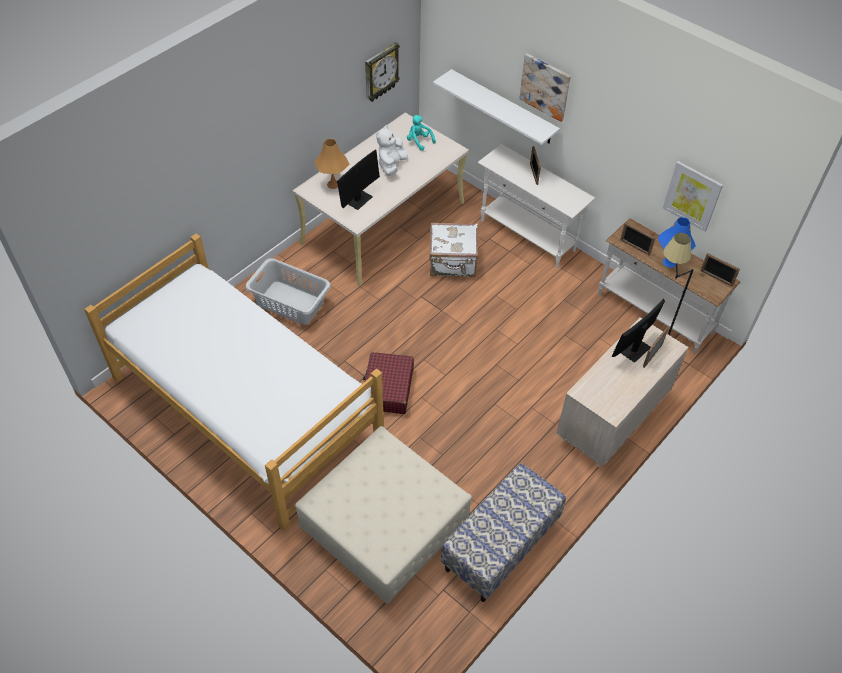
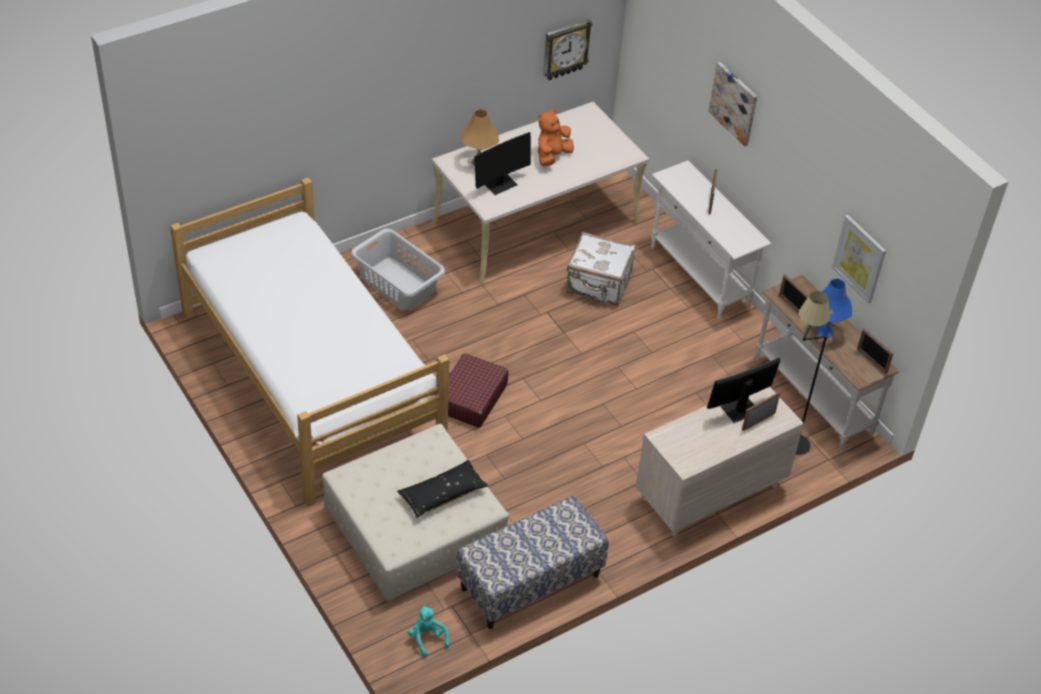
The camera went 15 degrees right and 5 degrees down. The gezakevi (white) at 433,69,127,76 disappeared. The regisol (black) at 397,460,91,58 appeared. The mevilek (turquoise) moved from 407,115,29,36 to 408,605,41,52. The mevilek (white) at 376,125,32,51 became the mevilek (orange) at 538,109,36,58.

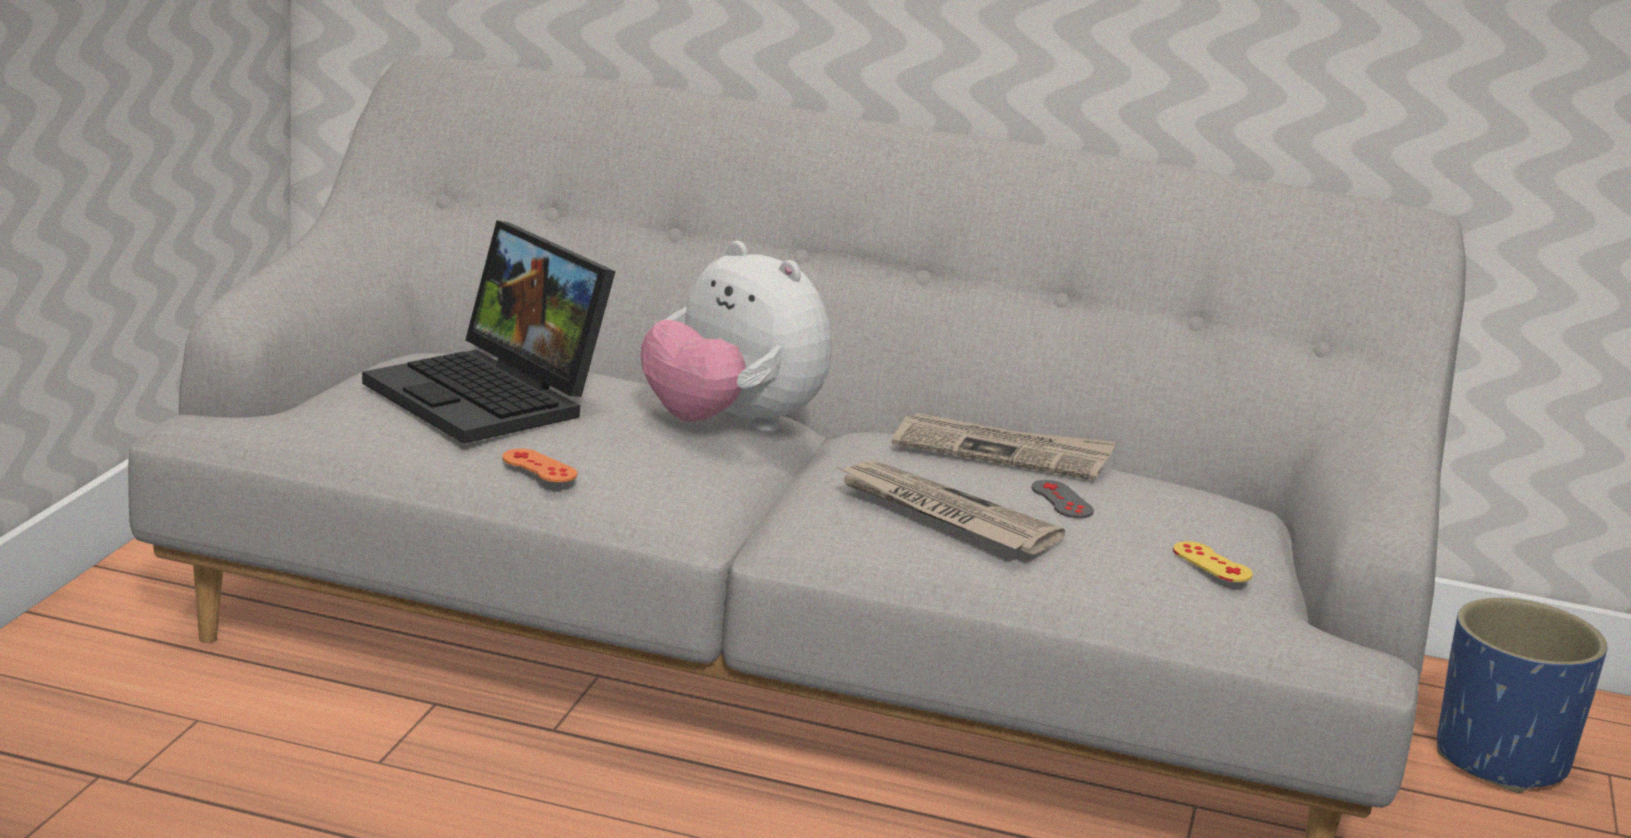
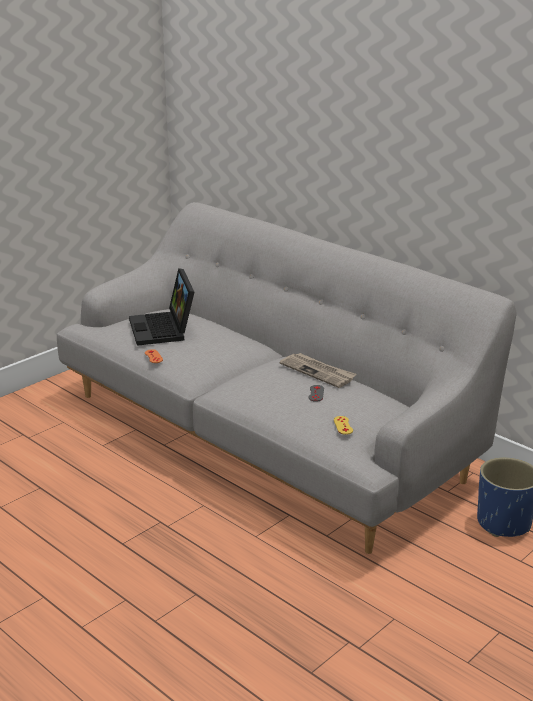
The camera went 30 degrees right and 5 degrees up. The mevilek at 641,241,191,191 disappeared. The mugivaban at 837,460,228,95 disappeared.

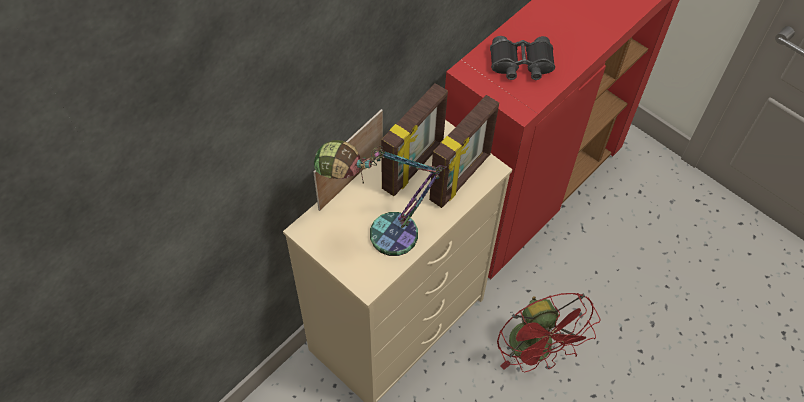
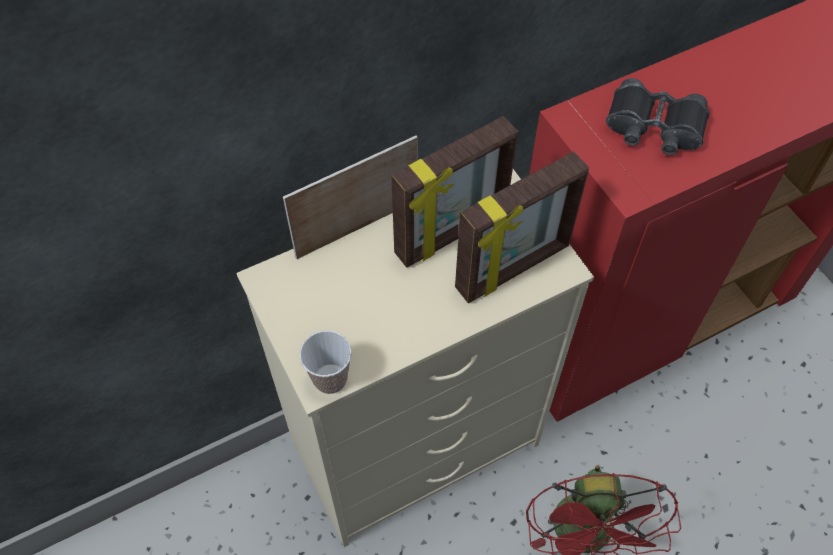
The camera went 20 degrees right and 0 degrees up. The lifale at 314,140,133,116 disappeared. The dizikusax at 299,330,53,64 appeared.

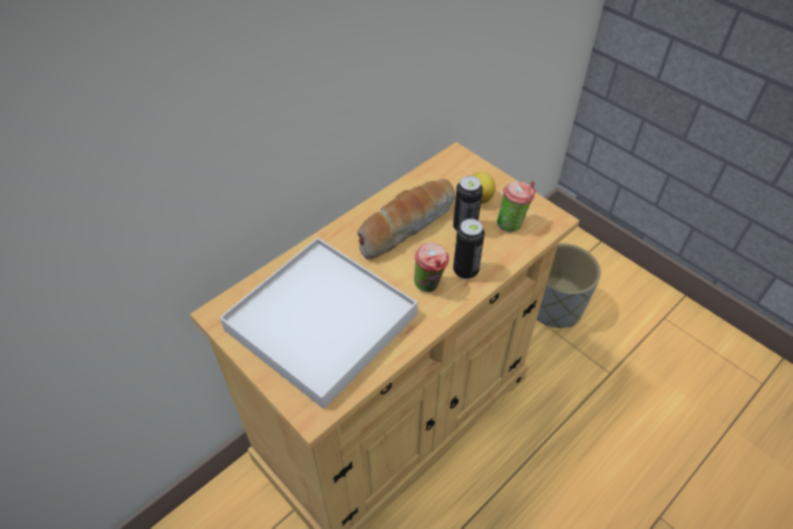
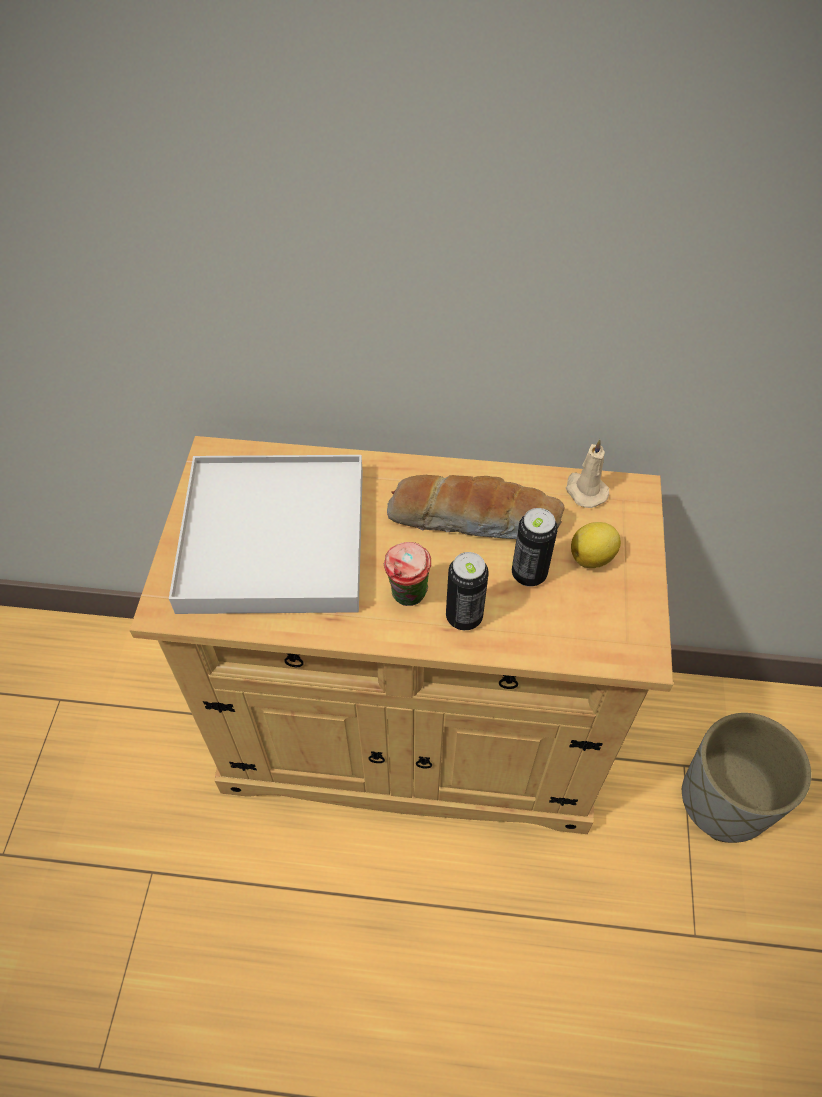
The camera went 50 degrees right and 5 degrees up. The dizikusax at 497,181,39,52 disappeared. The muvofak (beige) at 566,439,43,69 appeared.

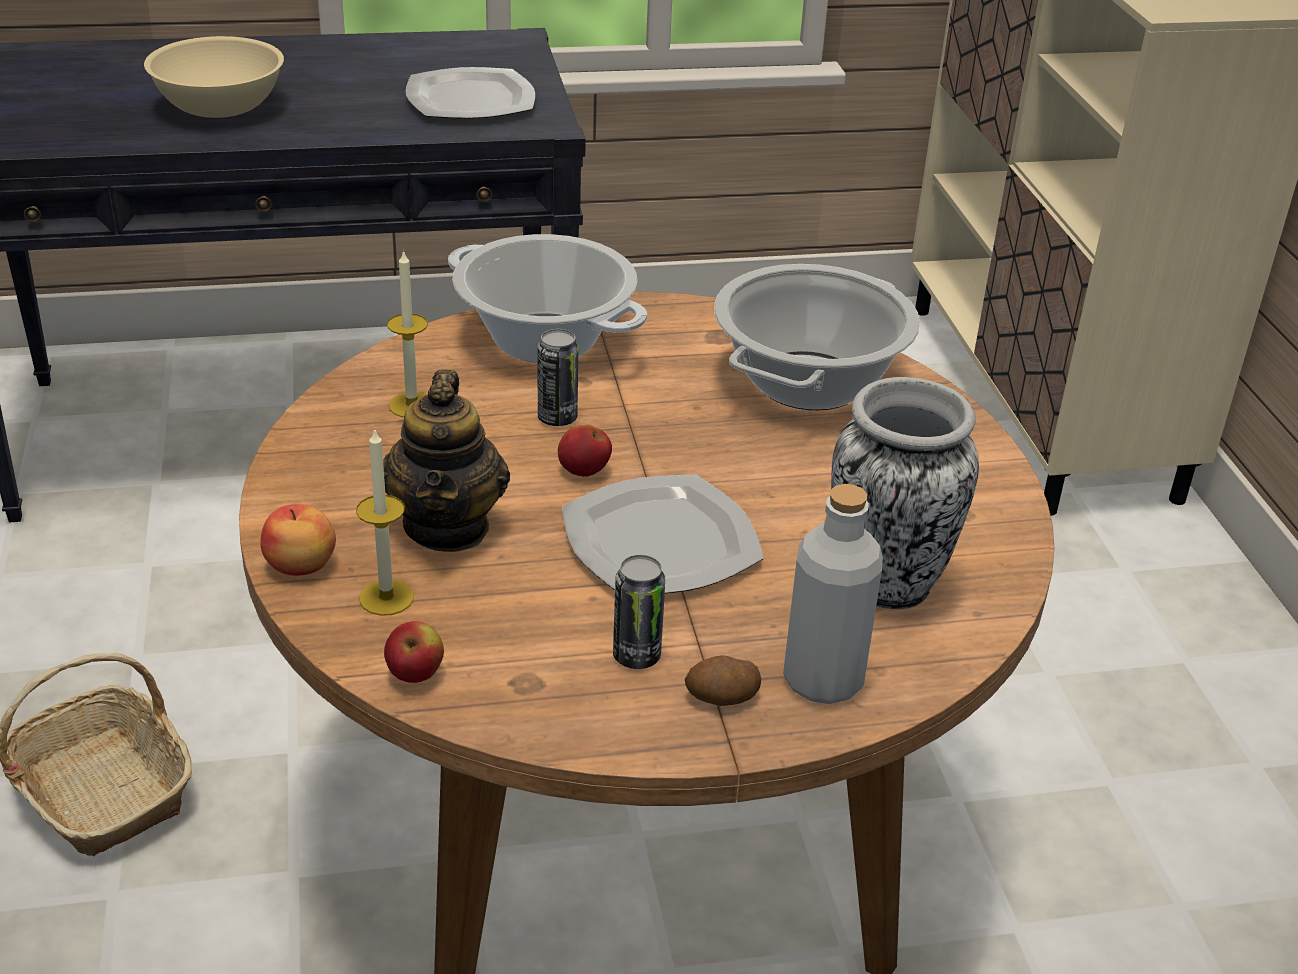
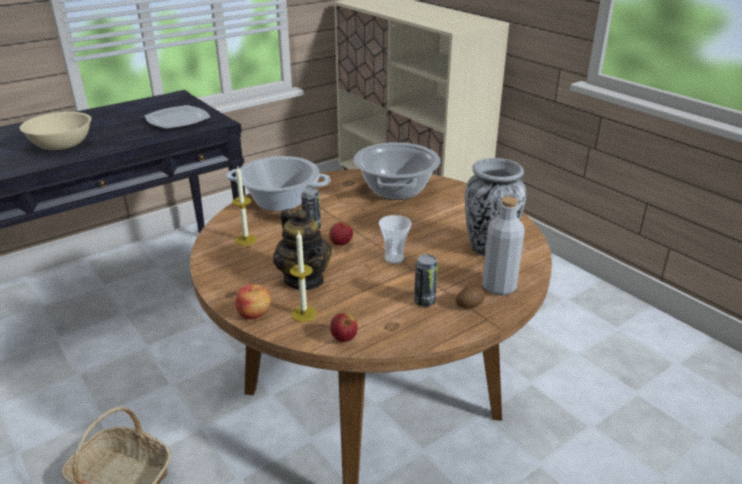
The camera went 25 degrees left and 5 degrees down. The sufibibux at 562,475,202,119 was replaced by the dizikusax at 379,215,33,49.

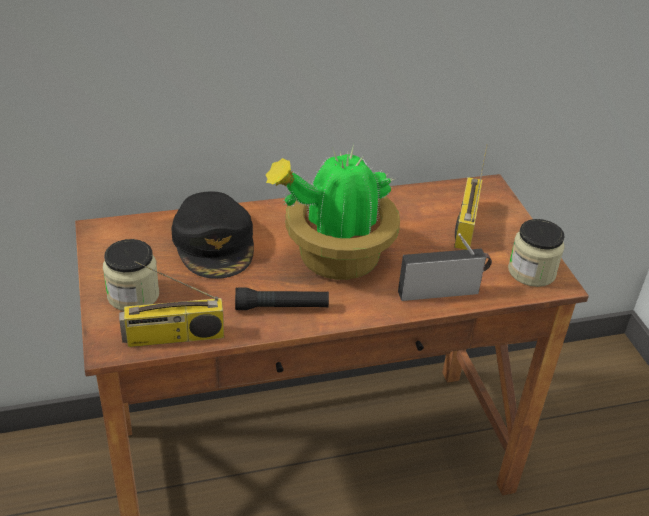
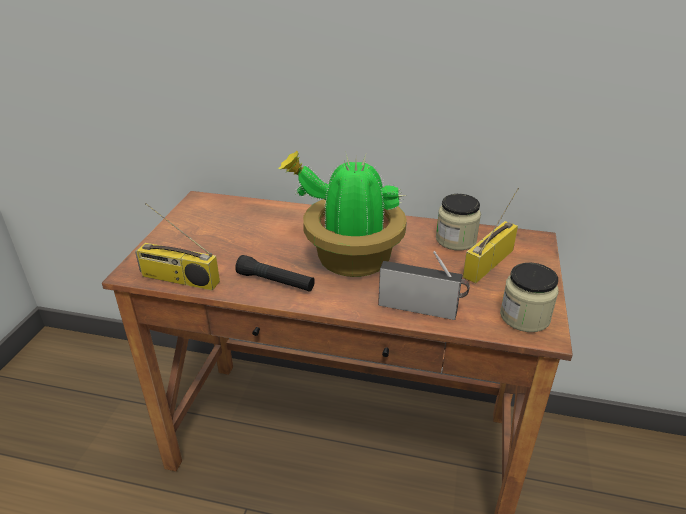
The camera went 30 degrees right and 5 degrees down. The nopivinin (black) at 172,192,82,87 disappeared. The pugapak moved from 103,239,56,72 to 436,194,45,57.

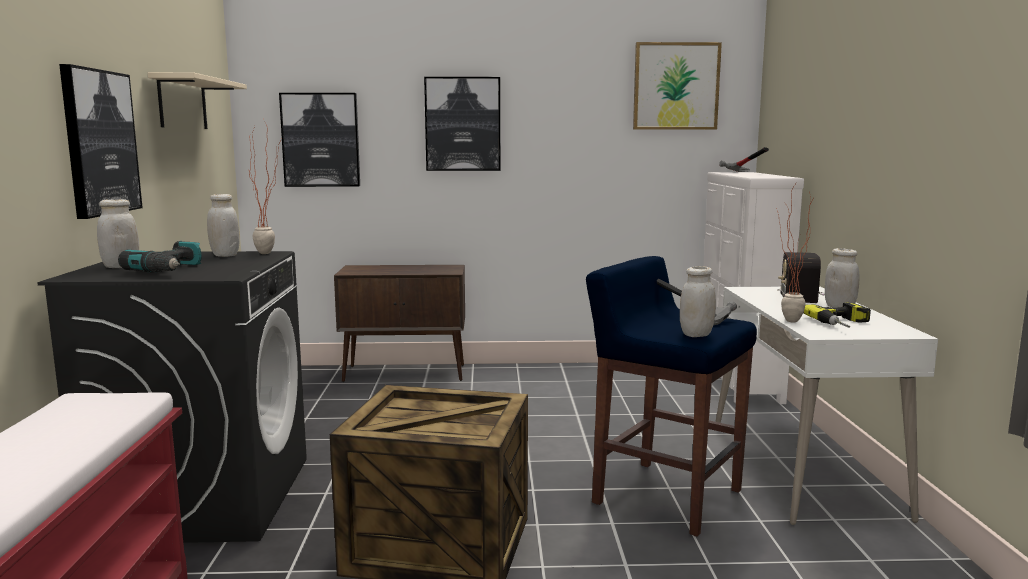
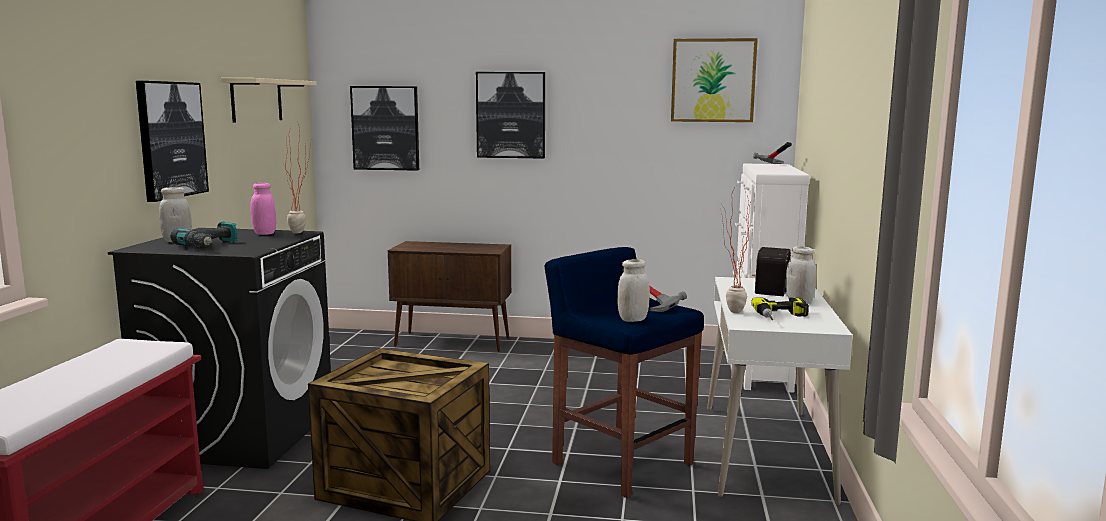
The camera went 10 degrees right and 0 degrees up. The pugapak (white) at 207,194,33,63 became the pugapak (pink) at 250,183,26,52.

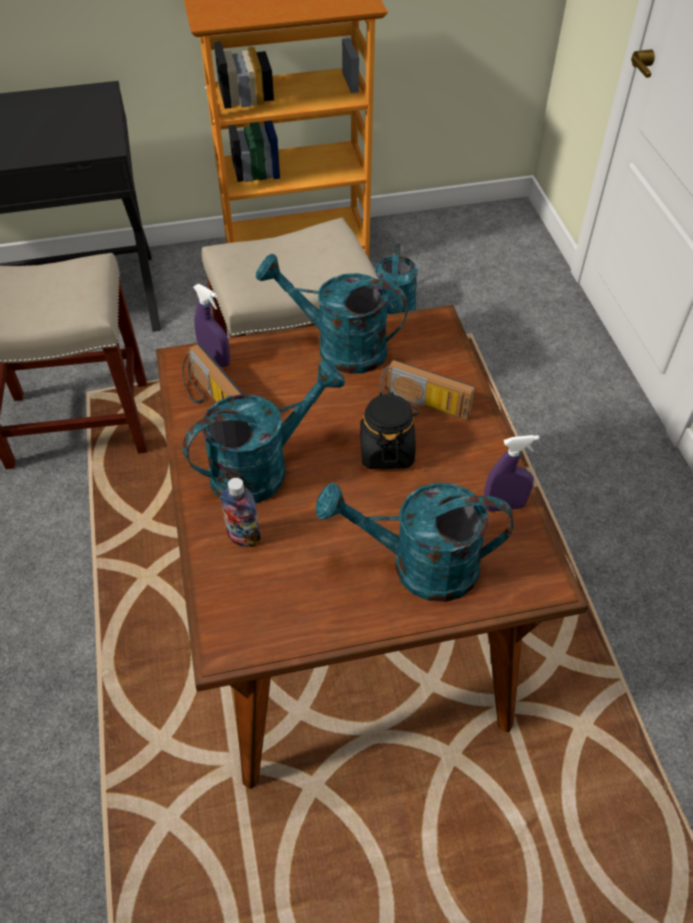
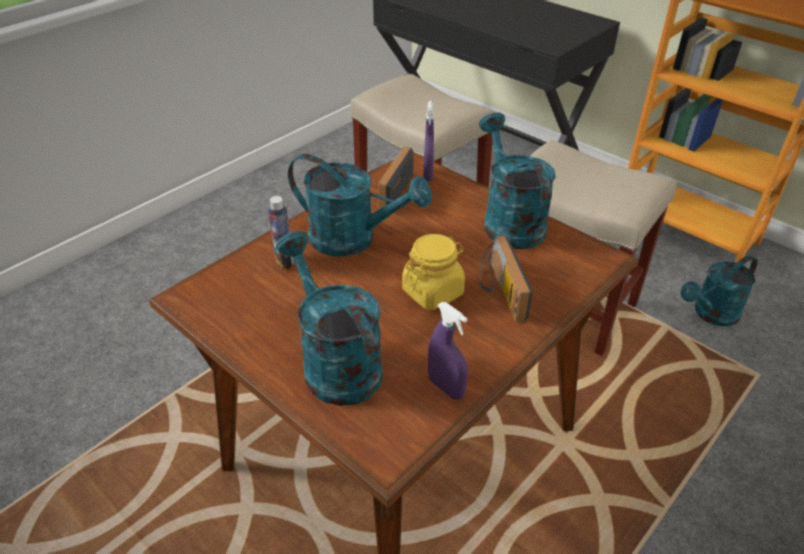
The camera went 55 degrees right and 10 degrees down. The pugapak (black) at 360,392,56,77 became the pugapak (yellow) at 402,234,63,76.

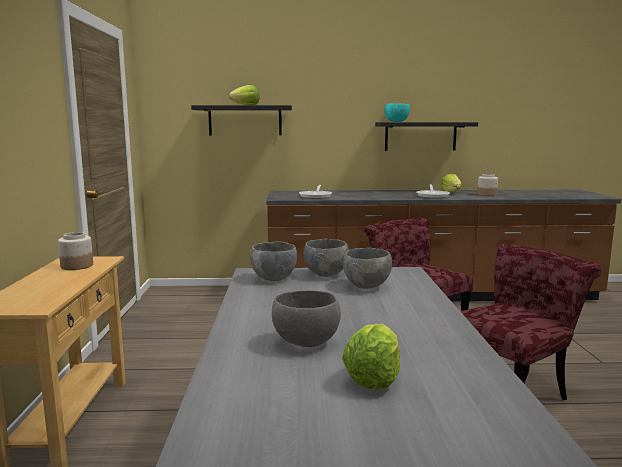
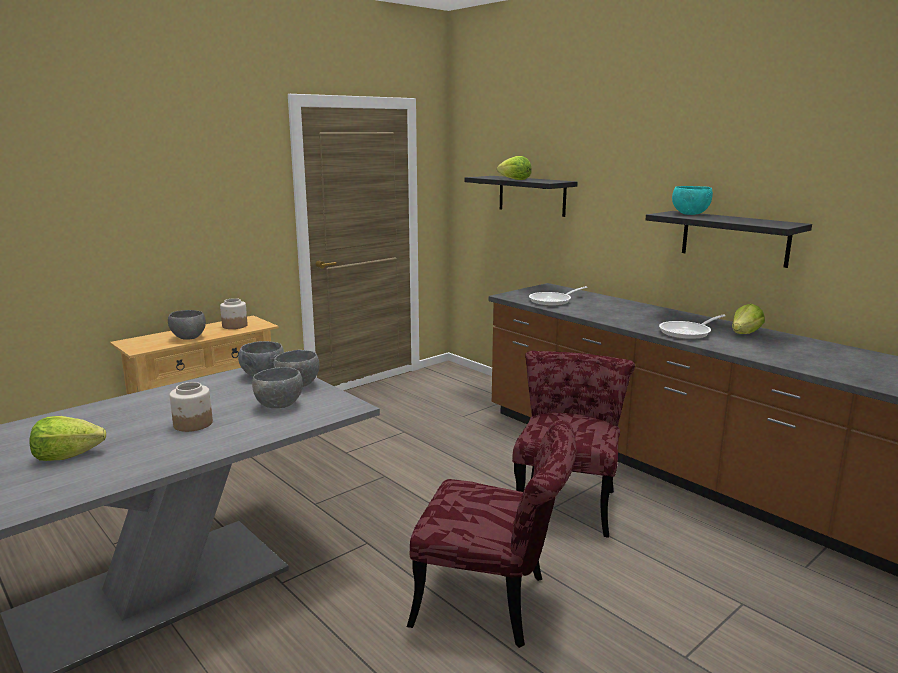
The camera went 50 degrees right and 5 degrees up. The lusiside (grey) moved from 272,290,69,57 to 168,310,38,30. The pugapak moved from 477,174,21,22 to 169,382,44,50.

